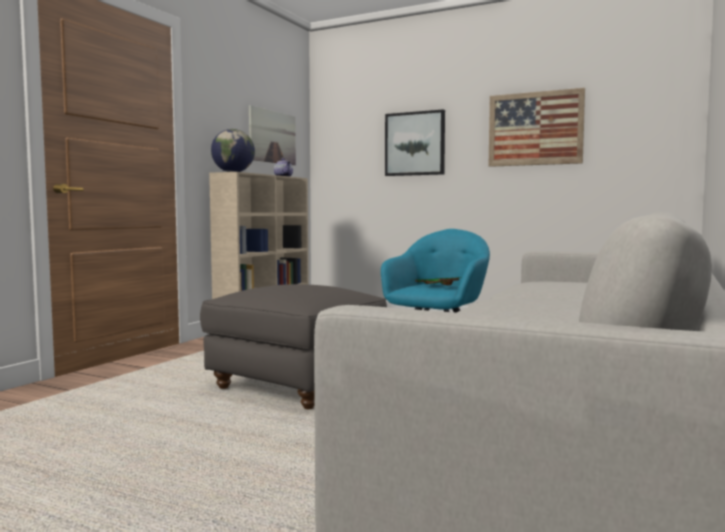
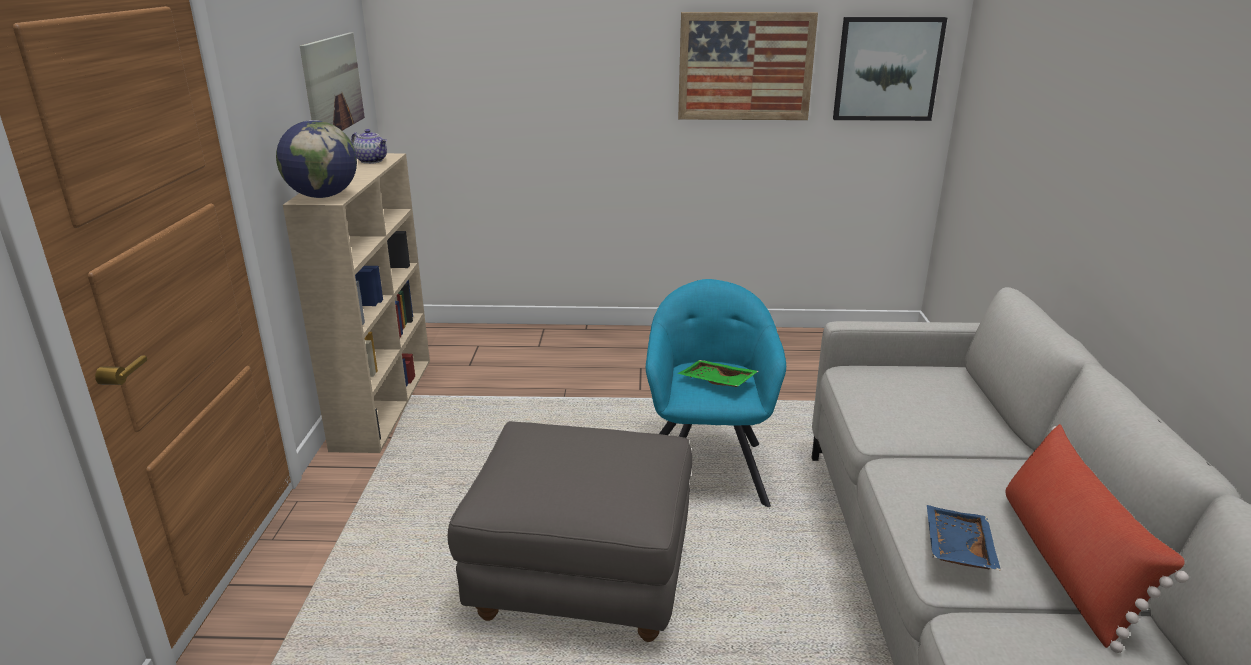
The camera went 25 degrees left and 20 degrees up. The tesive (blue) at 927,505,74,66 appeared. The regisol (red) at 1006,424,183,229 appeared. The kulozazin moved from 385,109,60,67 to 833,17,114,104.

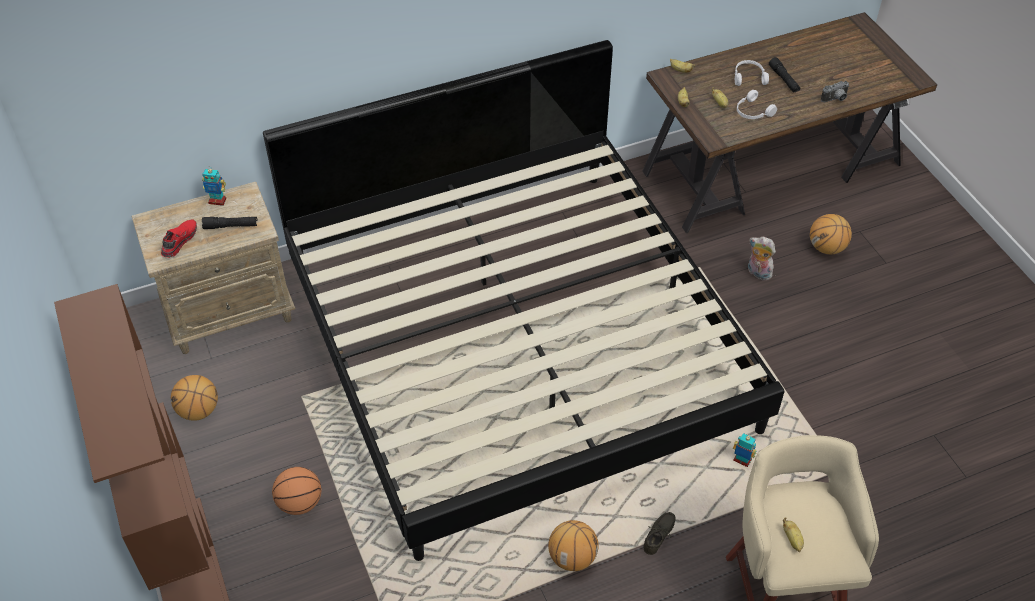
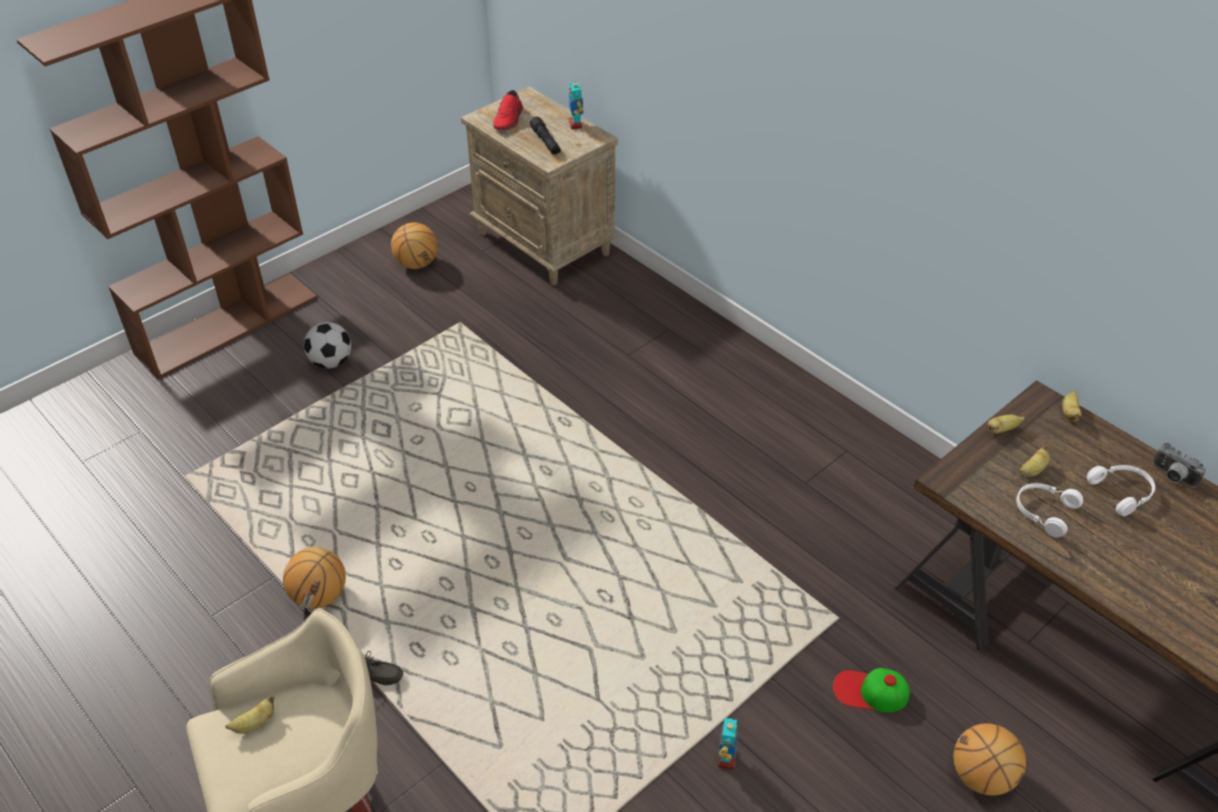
The camera went 70 degrees right and 5 degrees down. The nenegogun at 263,40,521,521 disappeared. The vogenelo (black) at 769,57,31,36 disappeared. The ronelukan moved from 733,433,24,34 to 718,718,20,52. The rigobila moved from 821,81,28,21 to 1153,443,53,44. The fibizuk at 272,467,50,48 was replaced by the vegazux at 304,322,47,46. The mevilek at 748,237,28,43 was replaced by the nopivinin at 833,668,77,44. The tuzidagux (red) at 161,219,36,39 turned 105 degrees clockwise.

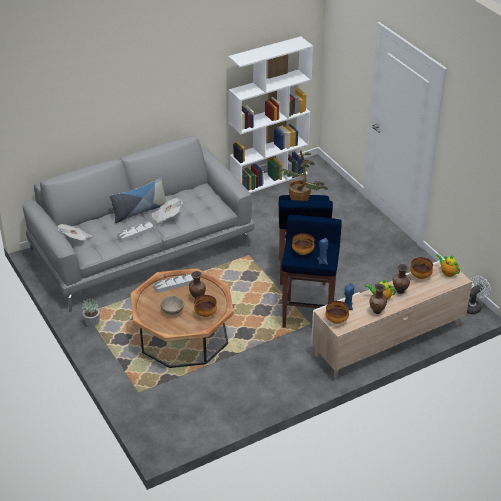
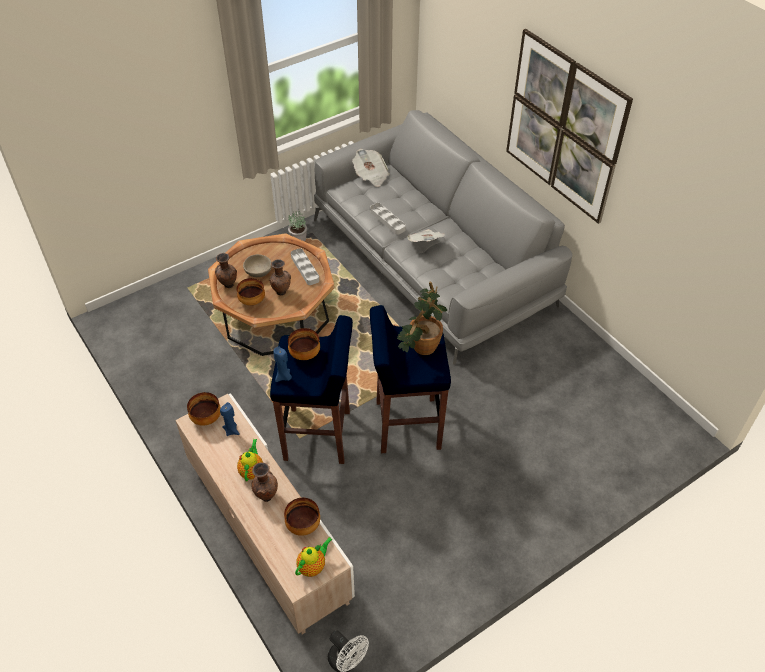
The camera went 85 degrees right and 10 degrees up. The regisol at 109,178,58,45 disappeared. The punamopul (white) at 228,36,85,157 disappeared. The kulozazin at 506,29,127,195 appeared. The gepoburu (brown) moved from 369,284,18,30 to 215,253,22,35.

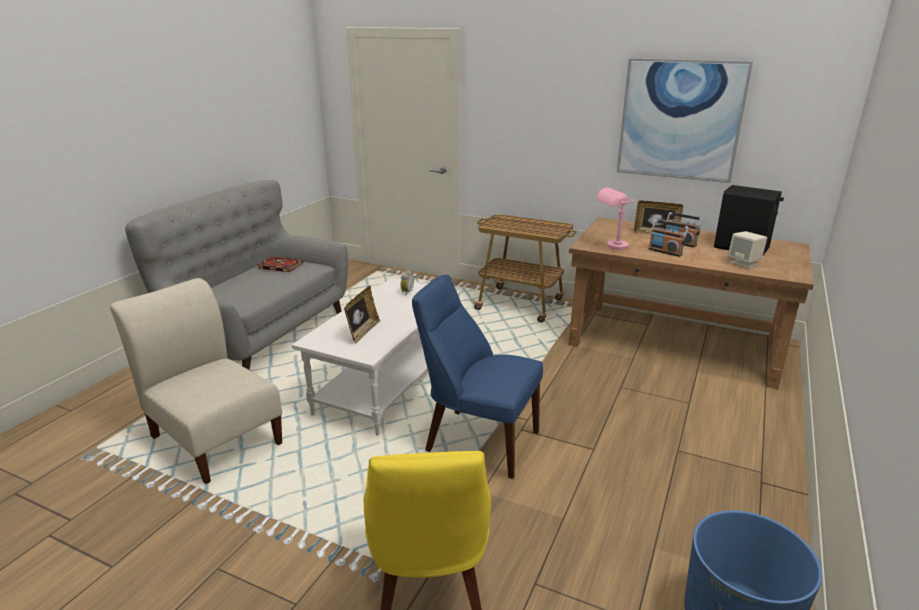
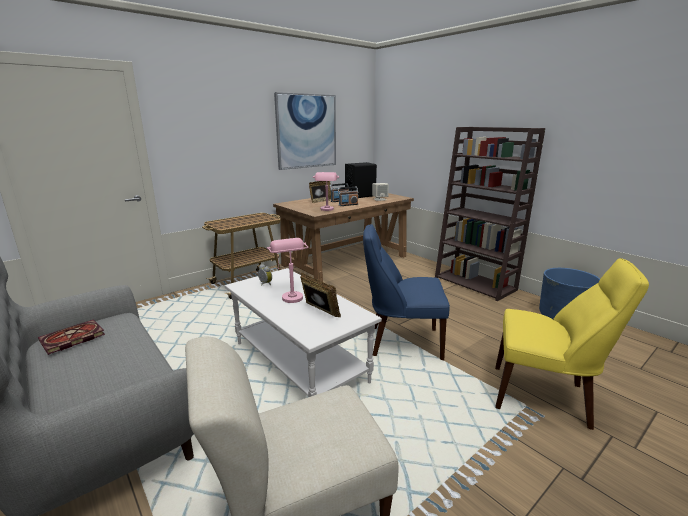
The camera went 65 degrees left and 5 degrees down. The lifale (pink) at 267,238,42,65 appeared. The punamopul (brown) at 435,127,110,174 appeared. The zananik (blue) at 412,275,131,204 turned 45 degrees clockwise.

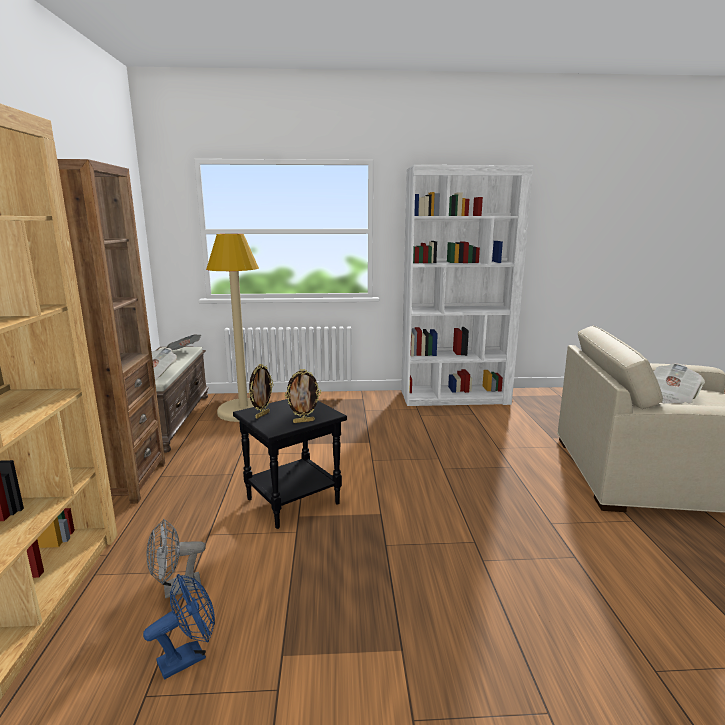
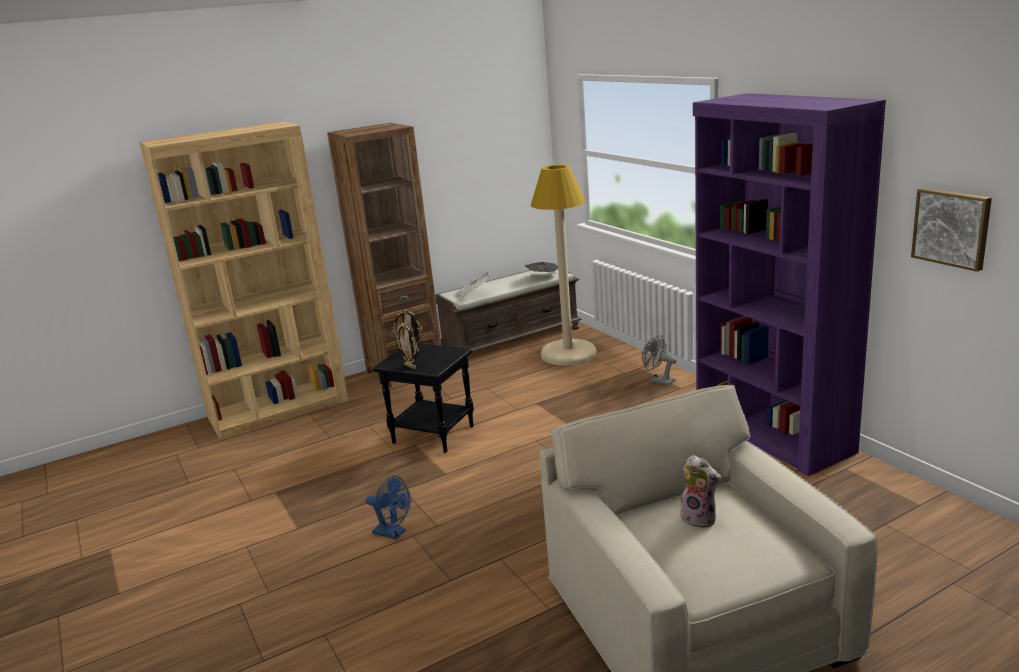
The camera went 65 degrees right and 5 degrees up. The kulozazin at 911,188,81,84 appeared. The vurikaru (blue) moved from 143,574,72,106 to 366,476,45,64. The vurikaru (grey) moved from 147,519,59,79 to 642,335,35,51. The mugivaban at 653,363,52,41 was replaced by the mevilek at 680,455,41,73. The punamopul (white) at 401,165,132,241 became the punamopul (purple) at 693,93,193,383.

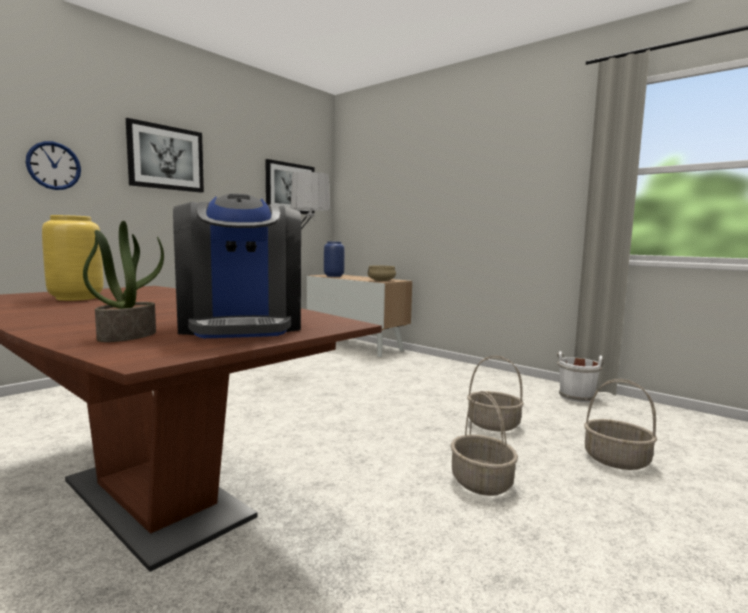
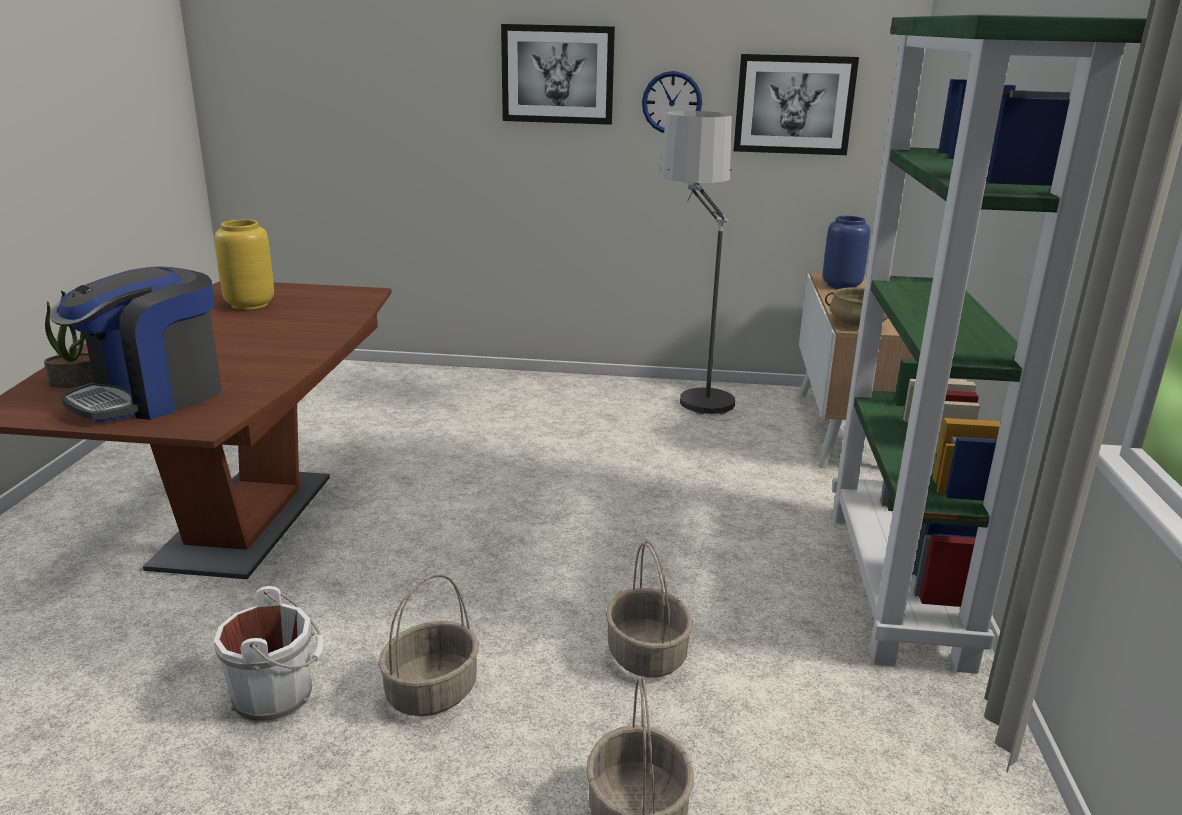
The camera went 55 degrees right and 15 degrees up. The punamopul (green) at 832,14,315,660 appeared. The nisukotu moved from 25,141,56,49 to 642,71,60,62. The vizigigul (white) moved from 557,351,47,51 to 214,586,110,137.

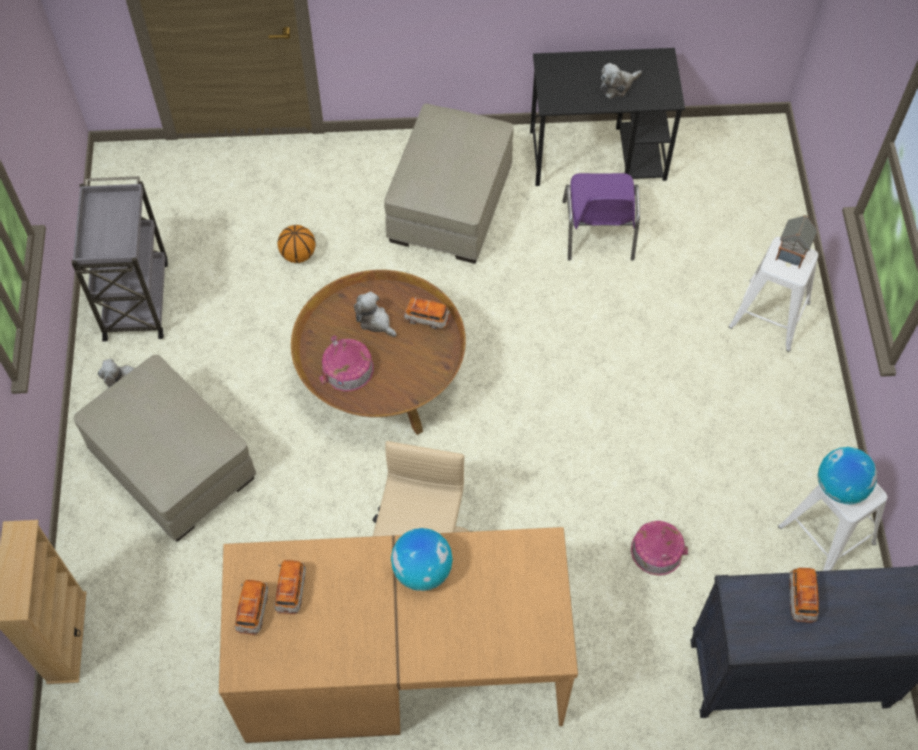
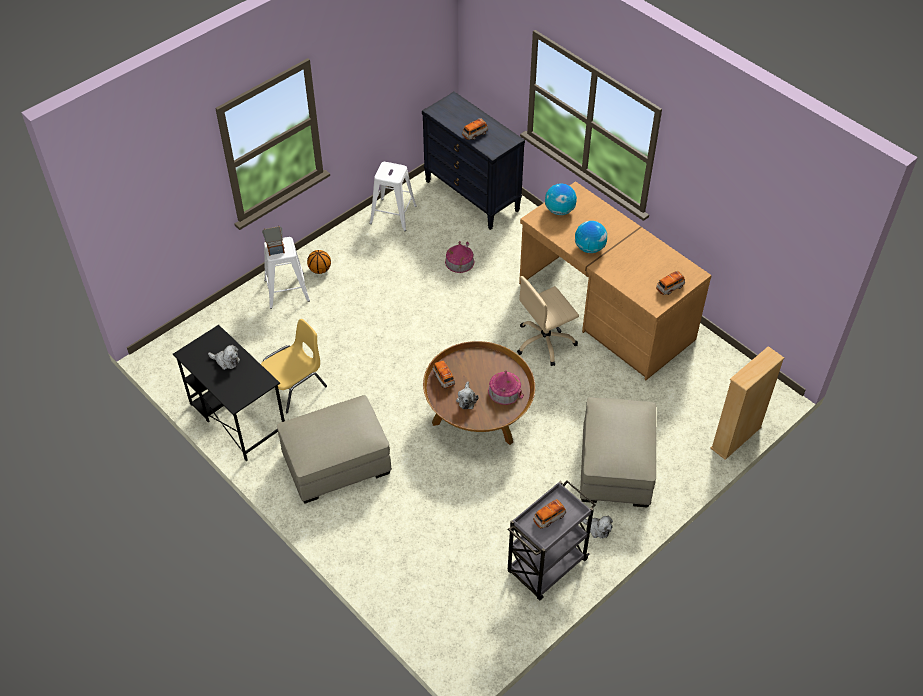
The camera went 130 degrees left and 10 degrees down. The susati moved from 274,560,32,54 to 533,499,33,30. The fibizuk moved from 277,225,39,38 to 307,250,24,24. The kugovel moved from 818,447,59,57 to 545,183,32,32. The zananik (purple) at 562,173,78,88 became the zananik (yellow) at 261,319,66,95.

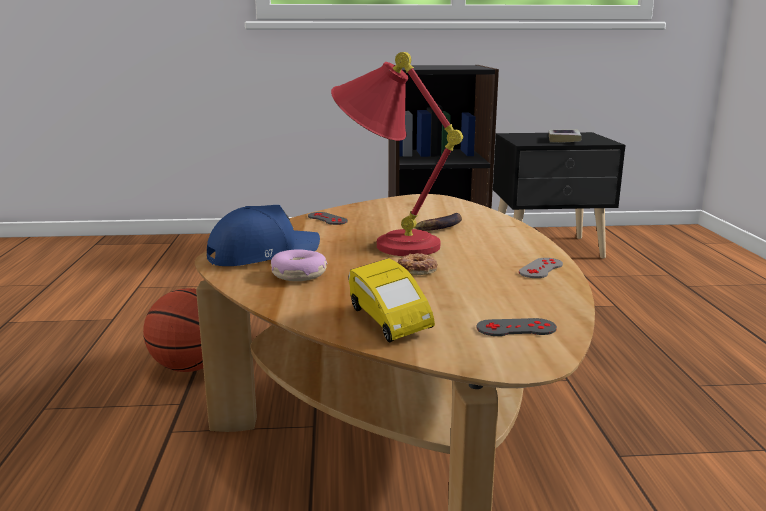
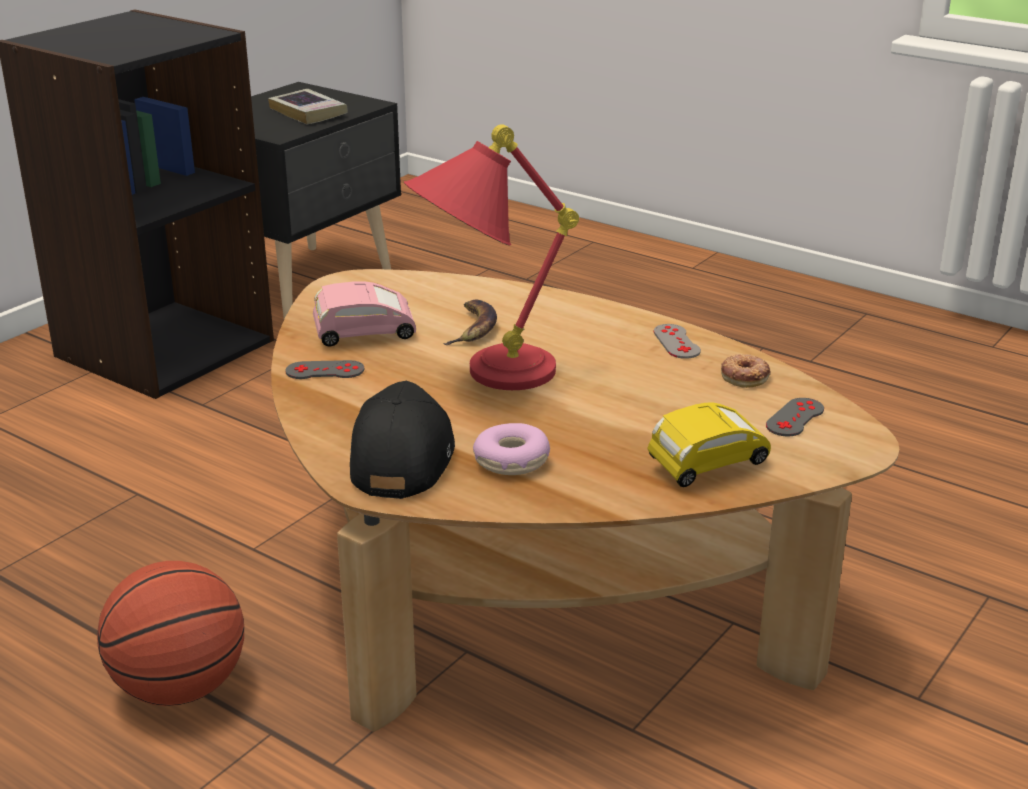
The camera went 50 degrees left and 10 degrees up. The susati (pink) at 313,281,103,66 appeared. The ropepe moved from 398,253,40,22 to 721,354,50,34. The nopivinin (blue) at 207,205,113,61 became the nopivinin (black) at 350,381,105,118. The susati (yellow) at 349,258,86,85 turned 45 degrees counterclockwise.

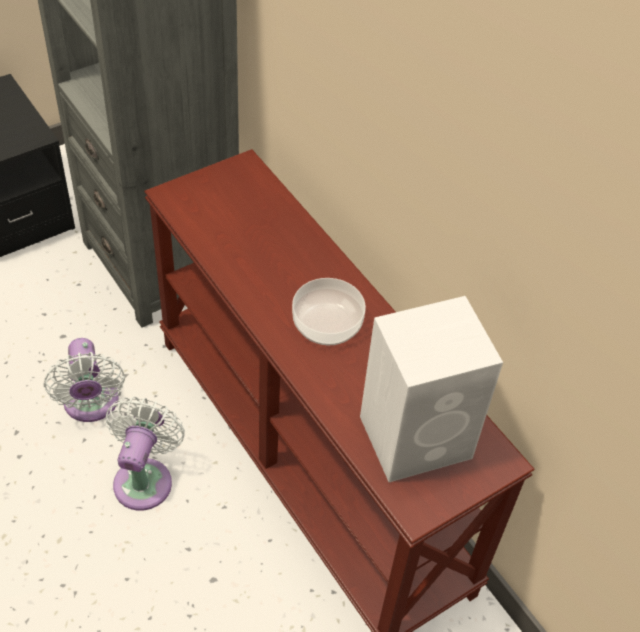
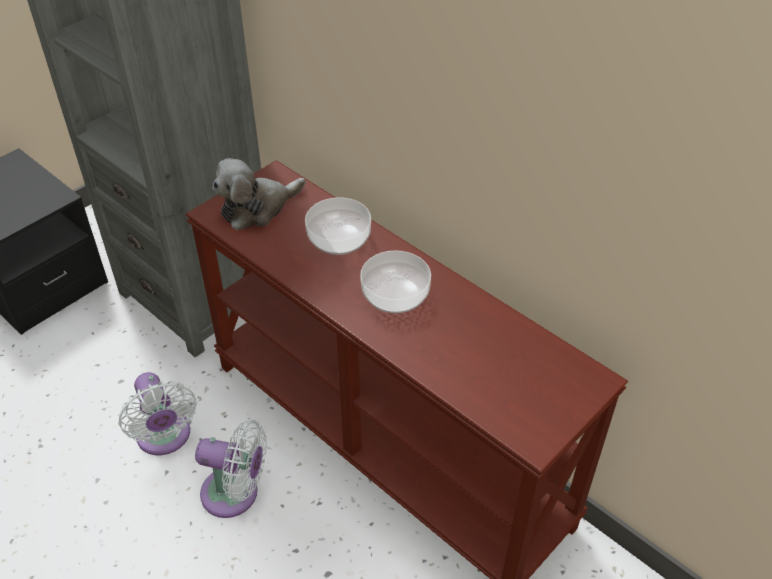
The camera went 10 degrees left and 5 degrees down. The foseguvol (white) at 360,296,143,186 disappeared. The mevilek at 212,158,93,72 appeared. The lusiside at 305,197,66,58 appeared. The vurikaru (white) at 106,397,79,114 turned 105 degrees clockwise.

